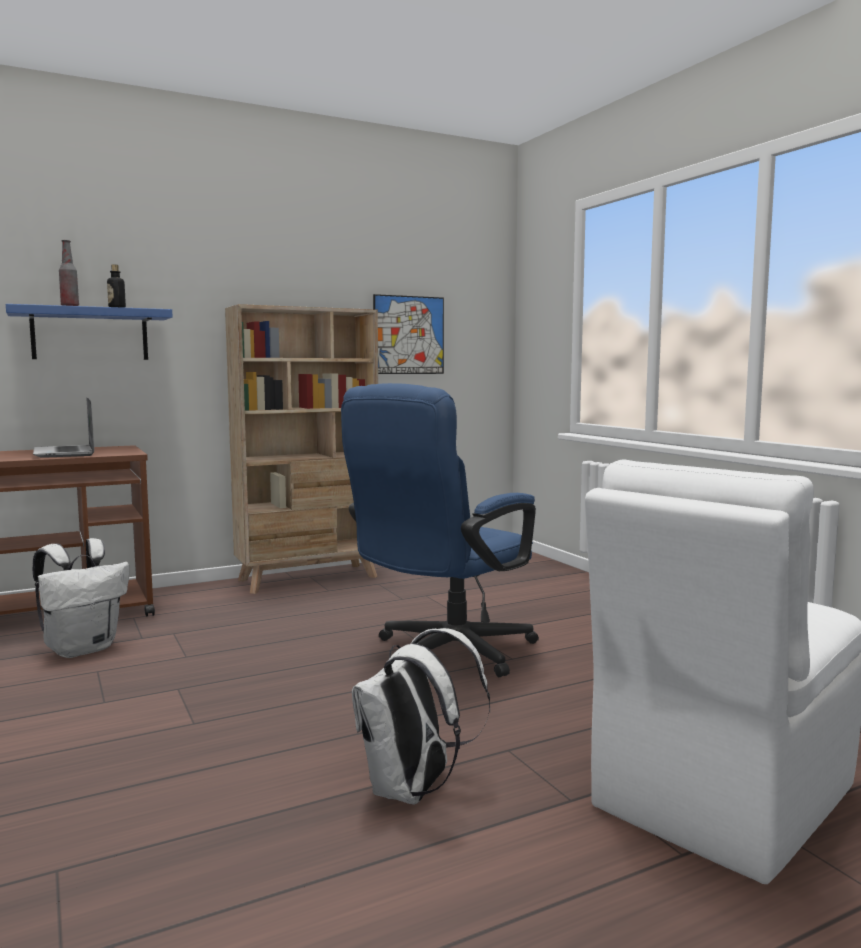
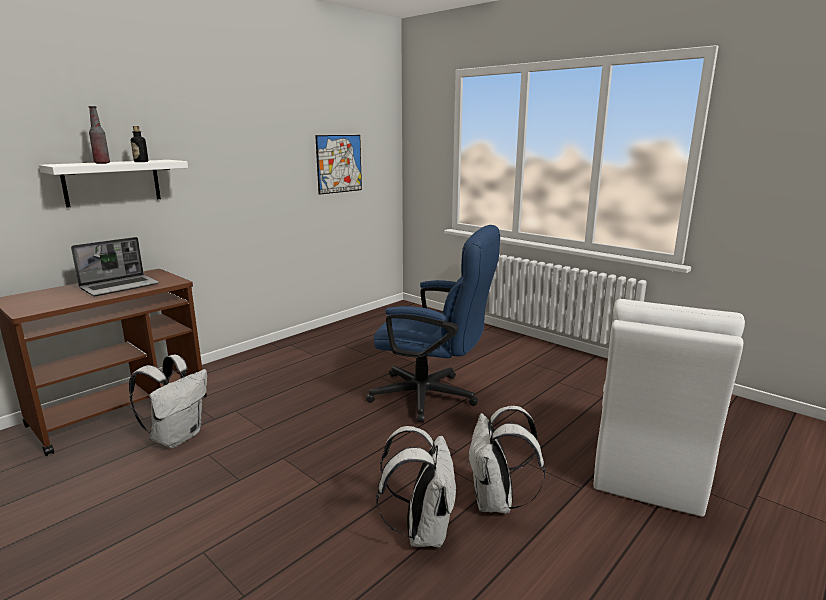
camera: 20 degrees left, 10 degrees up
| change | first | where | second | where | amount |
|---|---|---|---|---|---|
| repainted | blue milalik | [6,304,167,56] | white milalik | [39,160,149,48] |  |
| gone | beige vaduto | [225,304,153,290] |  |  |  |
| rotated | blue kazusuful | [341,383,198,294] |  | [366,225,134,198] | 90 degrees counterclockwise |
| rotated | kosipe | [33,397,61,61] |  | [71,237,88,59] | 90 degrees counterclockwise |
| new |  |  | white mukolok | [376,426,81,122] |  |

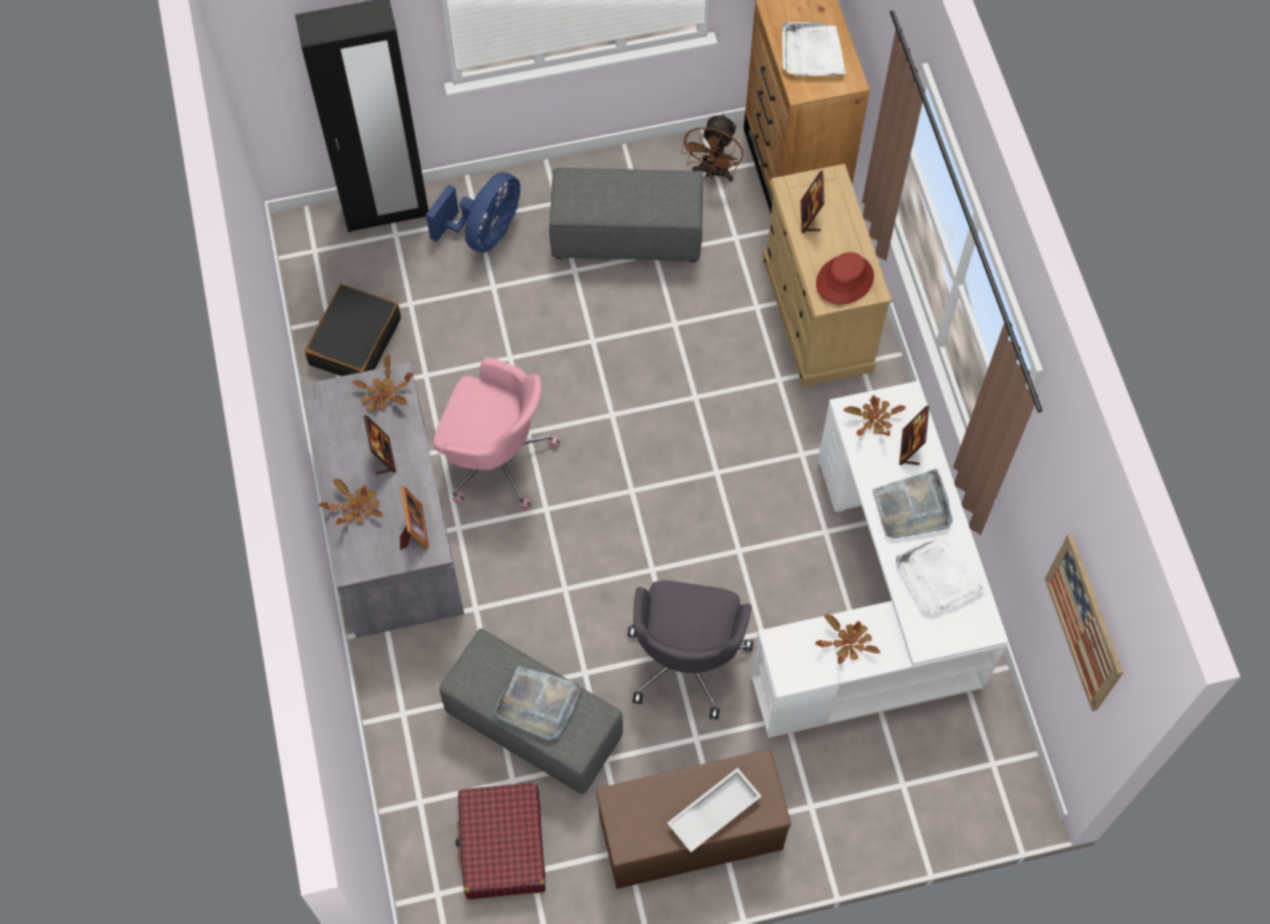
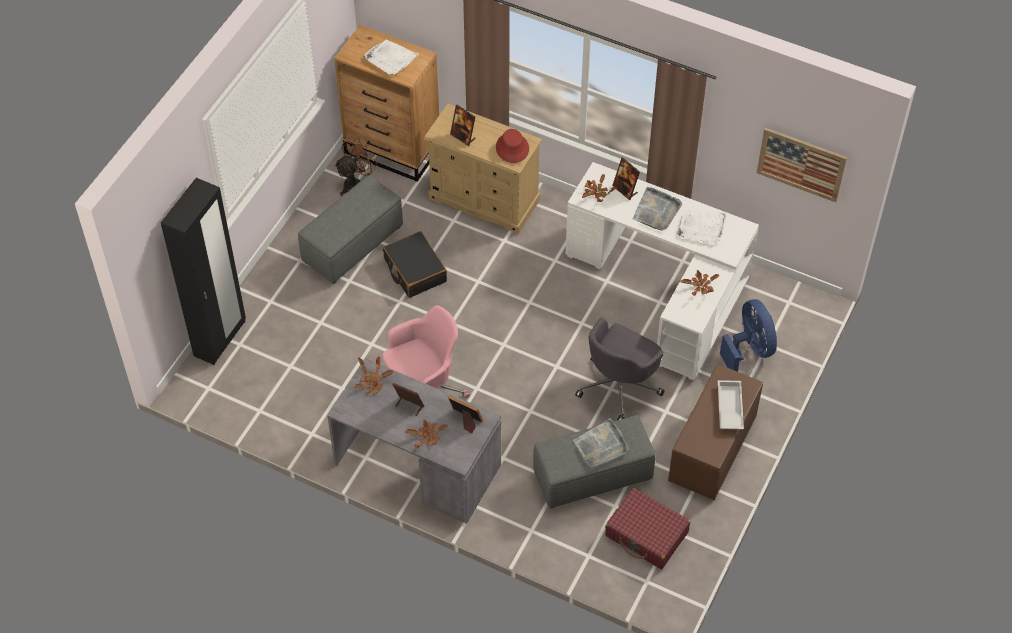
camera: 50 degrees left, 10 degrees down
| change | first | where | second | where | amount |
|---|---|---|---|---|---|
| rotated | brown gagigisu | [681,113,62,69] |  | [334,137,44,59] | 105 degrees counterclockwise |
| shifted | blue gagigisu | [426,172,94,81] |  | [720,299,57,73] |  |
| shifted | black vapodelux | [305,284,96,92] |  | [383,231,64,67] |  |
| rotated | grey kazusuful | [628,581,125,138] |  | [575,318,90,102] | 75 degrees clockwise |

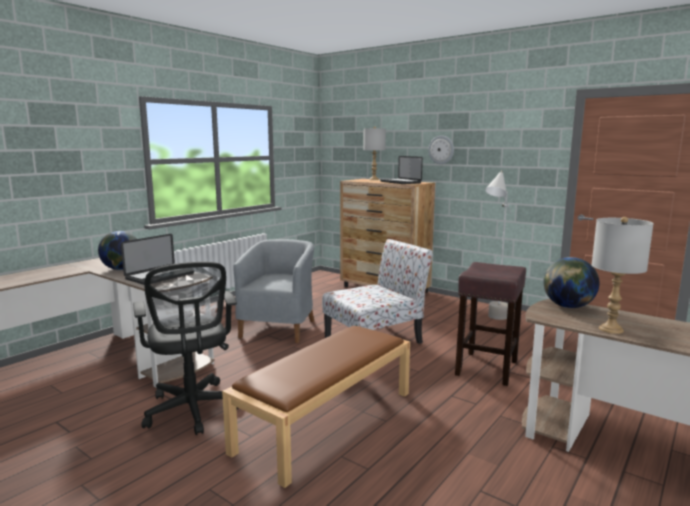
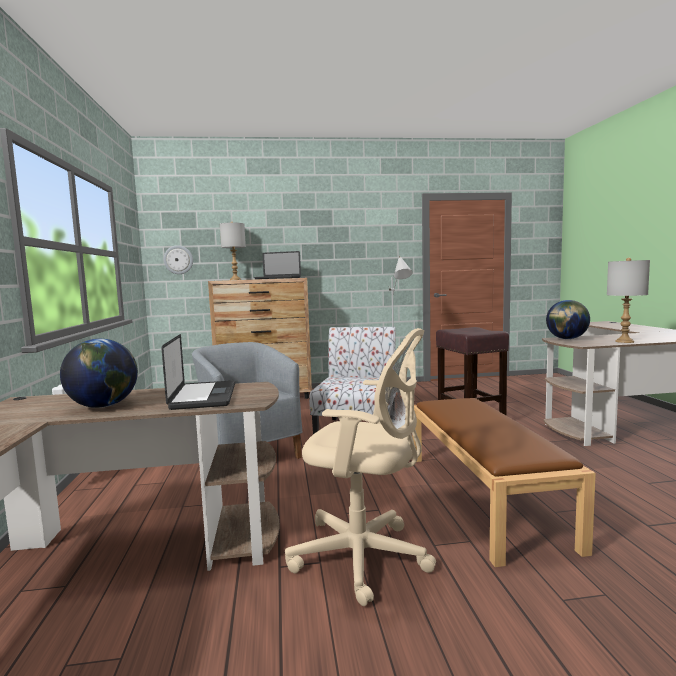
camera: 45 degrees left, 5 degrees down
| change | first | where | second | where | amount |
|---|---|---|---|---|---|
| shifted | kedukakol | [428,135,26,29] |  | [164,245,29,29] |  |
| repainted | black kazusuful | [133,262,106,173] | beige kazusuful | [285,328,151,278] |  |

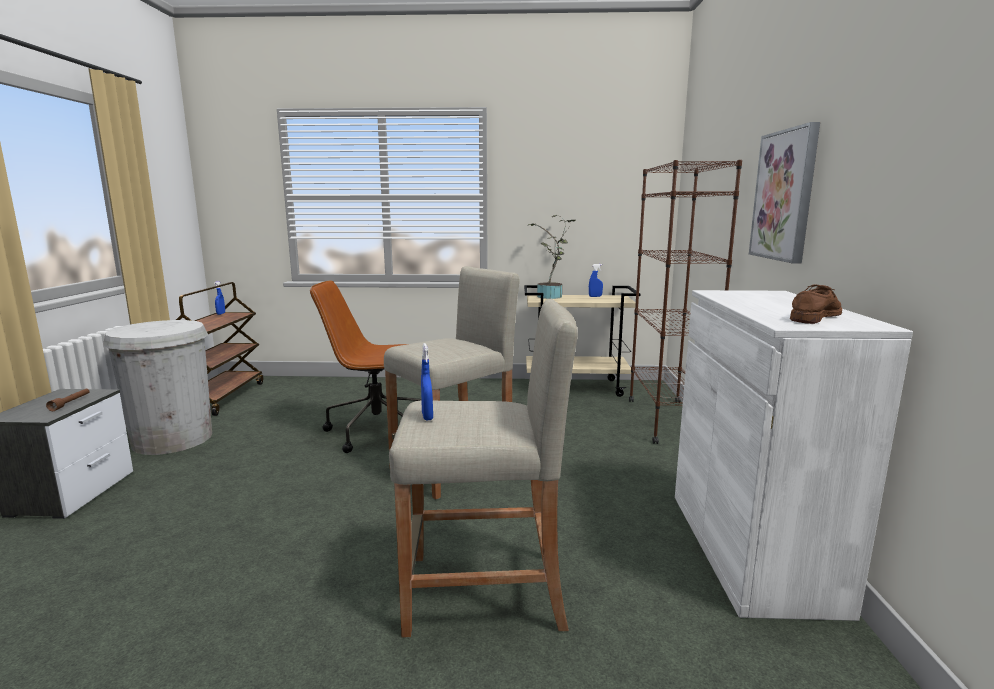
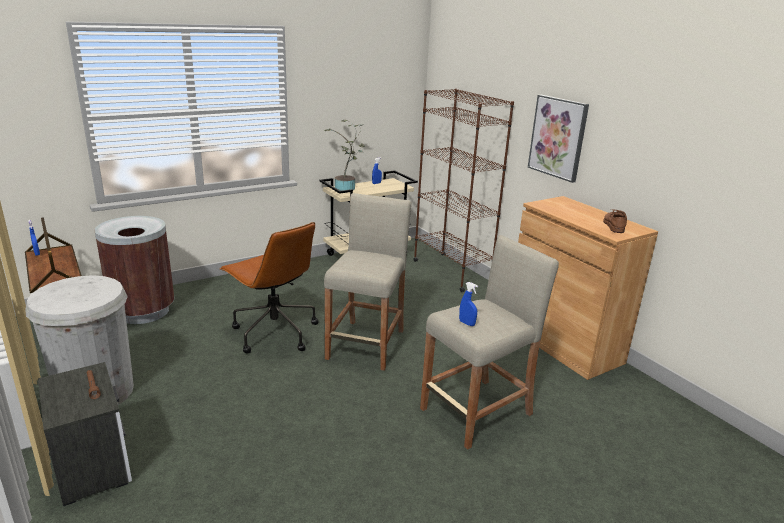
camera: 35 degrees left, 10 degrees up
| change | first | where | second | where | amount |
|---|---|---|---|---|---|
| rotated | brown kazusuful | [310,280,111,173] |  | [220,222,98,132] | 105 degrees counterclockwise |
| repainted | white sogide | [675,290,238,331] | brown sogide | [518,196,140,184] |  |
| new |  |  | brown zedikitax | [94,216,80,108] |  |

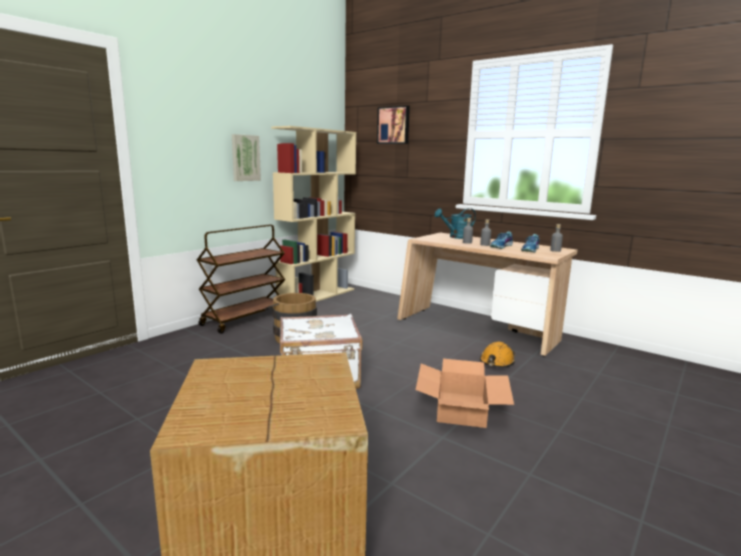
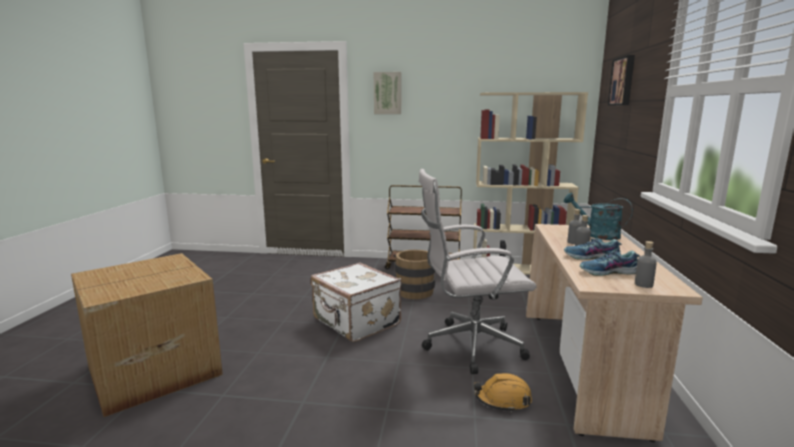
camera: 60 degrees right, 0 degrees up
| change | first | where | second | where | amount |
|---|---|---|---|---|---|
| shifted | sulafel | [232,134,29,47] |  | [374,72,27,42] |  |
| gone | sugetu | [416,359,98,69] |  |  |  |
| new |  |  | white kazusuful | [418,169,119,205] |  |

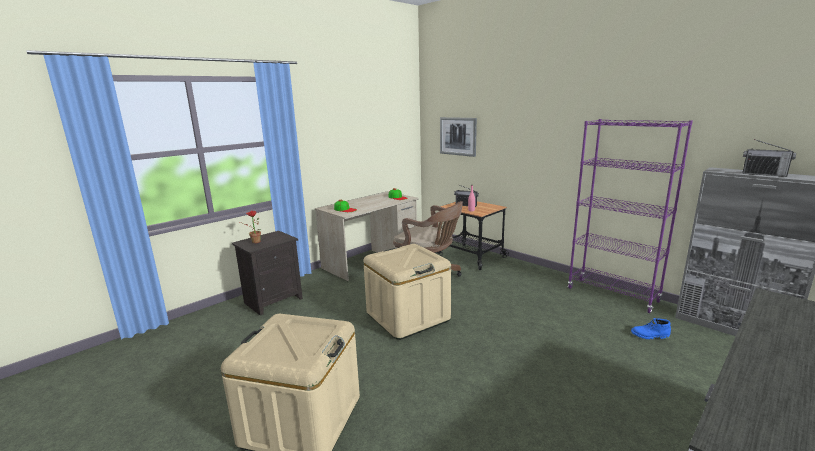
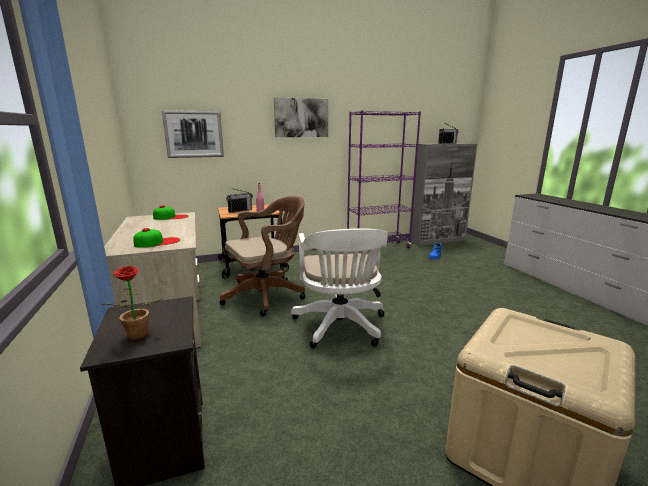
camera: 65 degrees left, 0 degrees up
| change | first | where | second | where | amount |
|---|---|---|---|---|---|
| swapped | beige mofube | [363,244,88,96] | white kazusuful | [291,228,97,120] |  |
| new |  |  | sulafel | [274,97,54,40] |  |

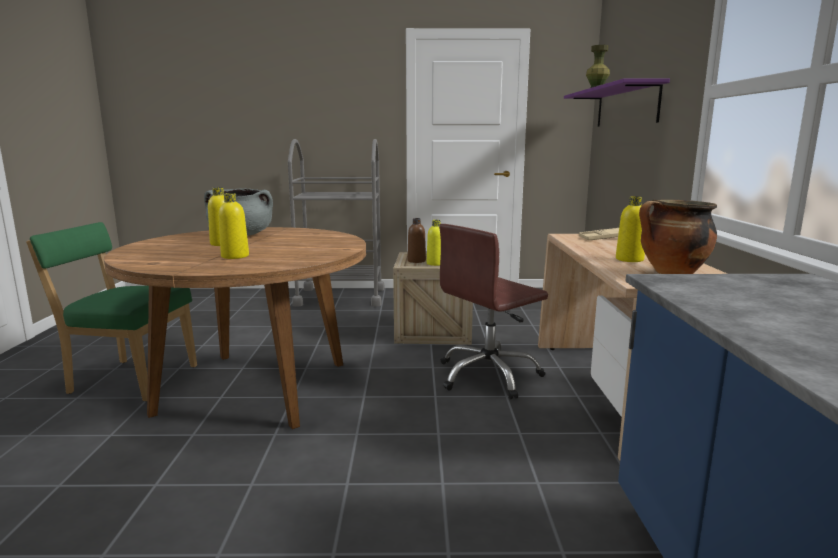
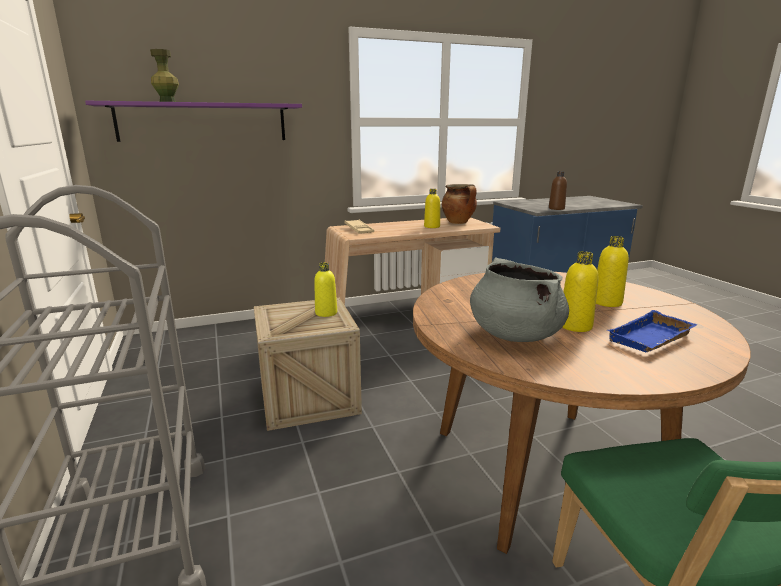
camera: 110 degrees left, 5 degrees up
| change | first | where | second | where | amount |
|---|---|---|---|---|---|
| shifted | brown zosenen | [407,218,19,45] |  | [549,171,18,39] |  |
| gone | brown kazusuful | [439,224,109,175] |  |  |  |
| new |  |  | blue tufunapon | [607,310,91,42] |  |

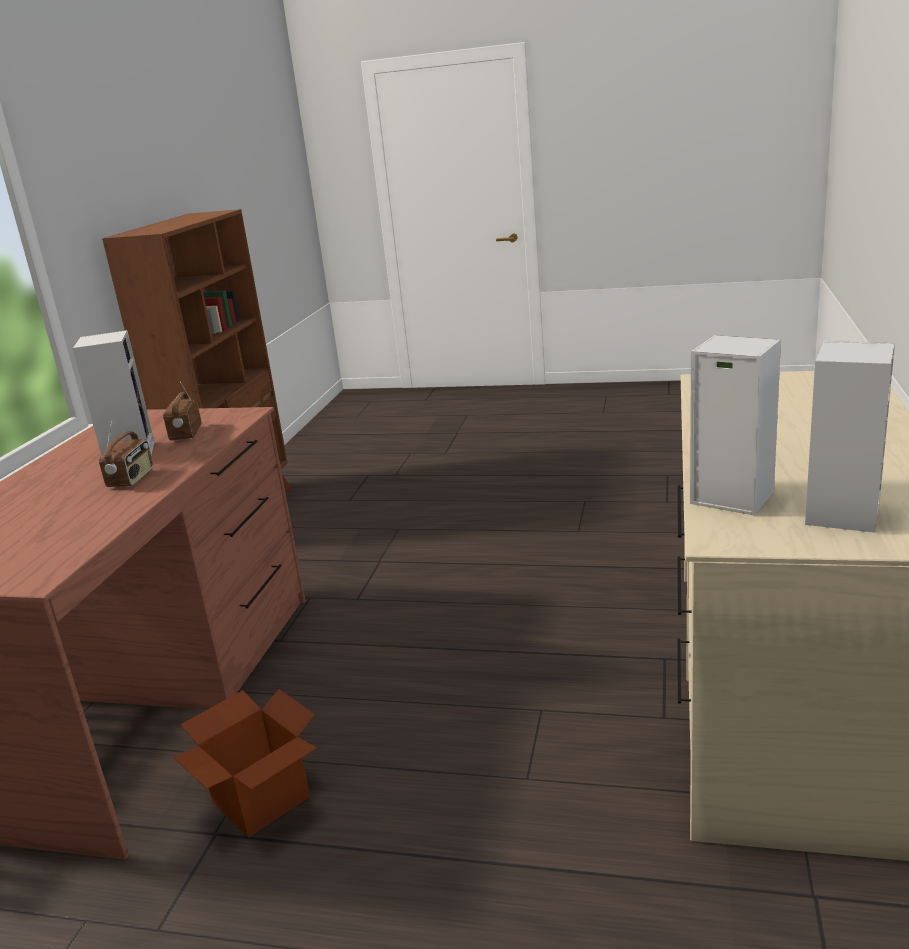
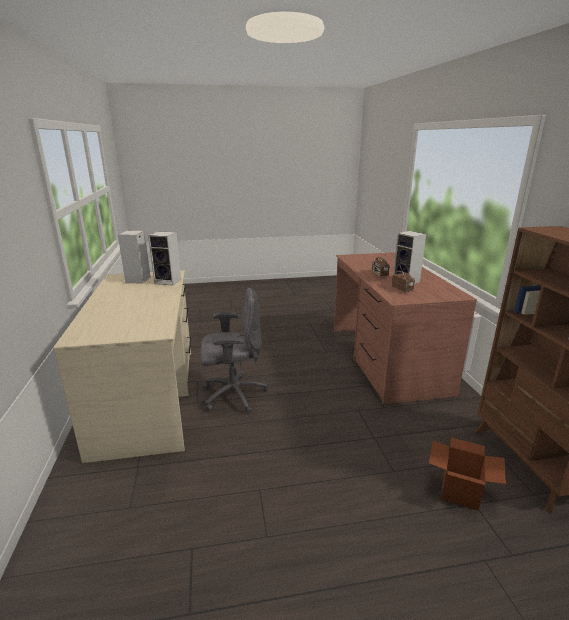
camera: 155 degrees right, 0 degrees up
| change | first | where | second | where | amount |
|---|---|---|---|---|---|
| shifted | sugetu | [173,689,144,148] |  | [429,438,77,72] |  |
| new |  |  | grey kazusuful | [201,288,67,125] |  |

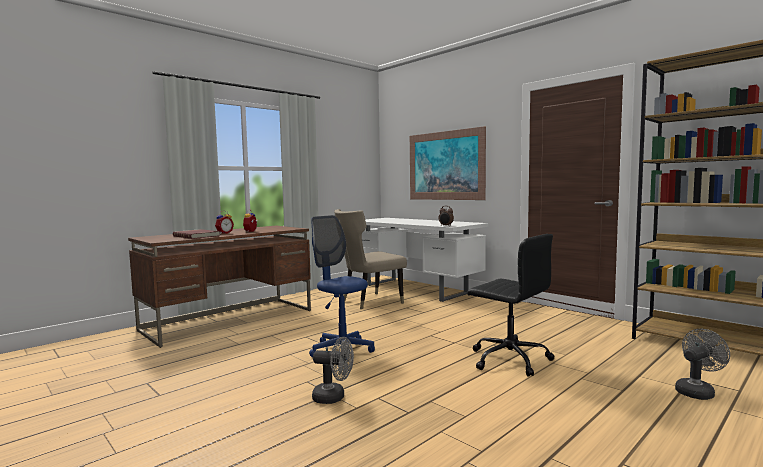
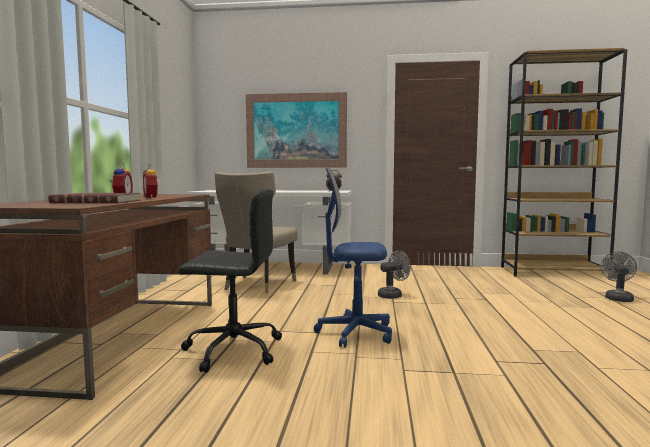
camera: 40 degrees left, 0 degrees up
| change | first | where | second | where | amount |
|---|---|---|---|---|---|
| shifted | black kazusuful | [467,234,88,143] |  | [179,189,103,184] |  |
| shifted | grey gagigisu | [312,337,42,67] |  | [378,250,33,49] |  |

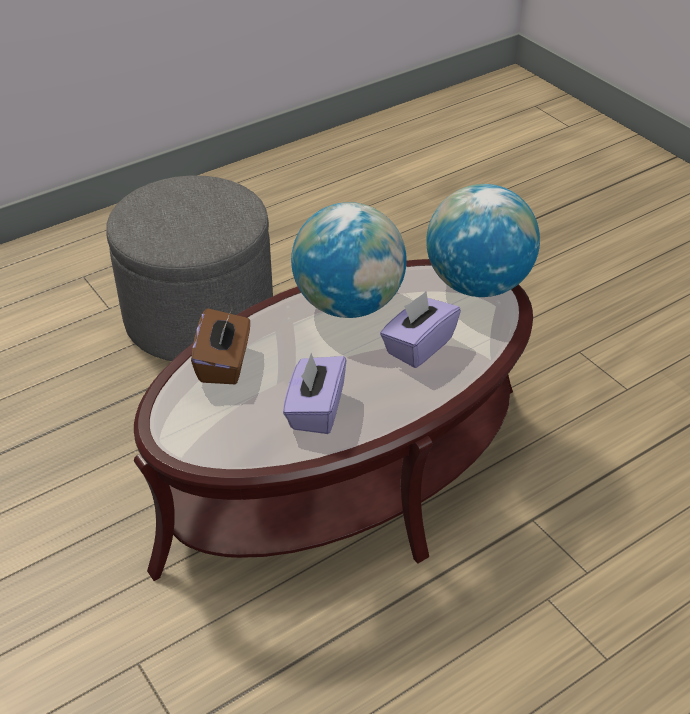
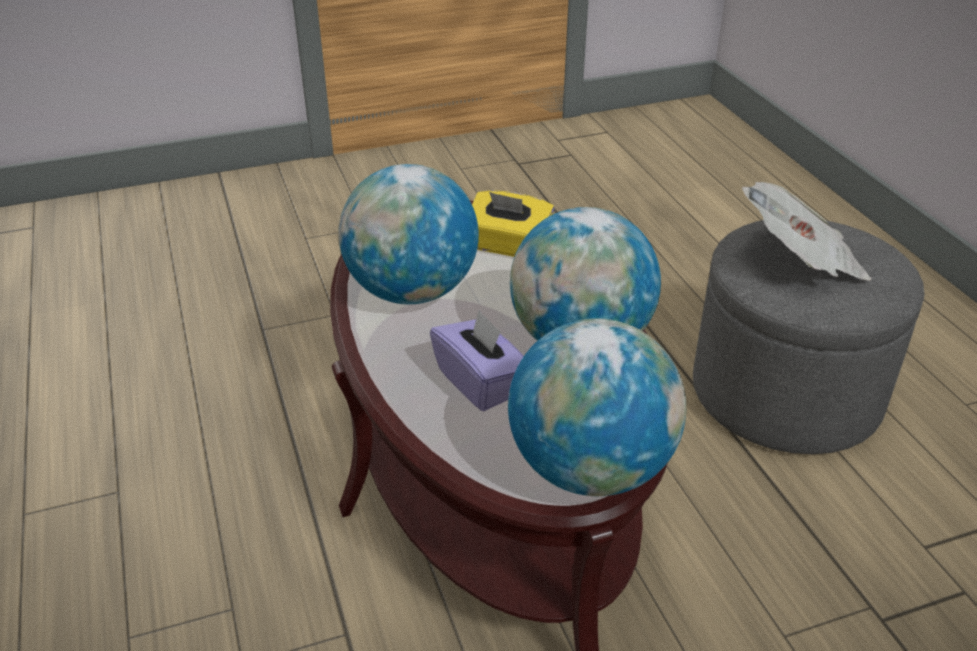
camera: 105 degrees right, 5 degrees down
| change | first | where | second | where | amount |
|---|---|---|---|---|---|
| repainted | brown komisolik | [191,308,59,76] | yellow komisolik | [472,190,82,67] |  |
| swapped | purple komisolik | [283,353,64,81] | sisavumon | [338,164,141,140] |  |
| new |  |  | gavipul | [742,182,130,99] |  |

